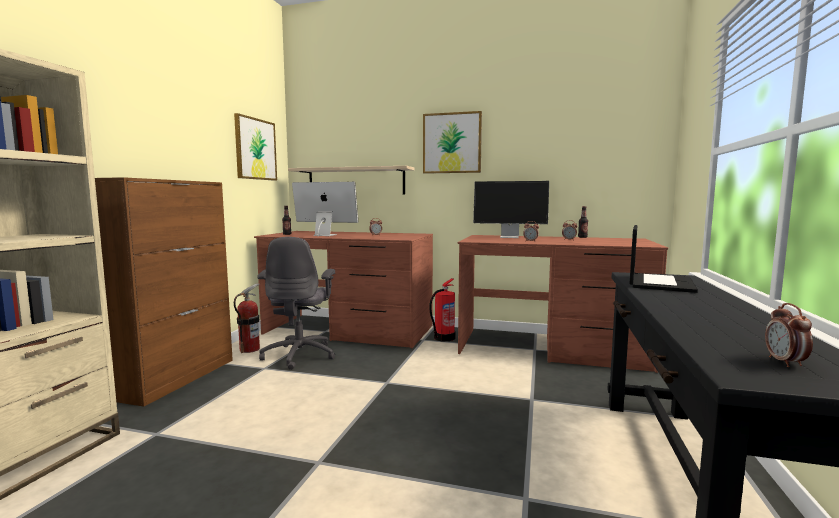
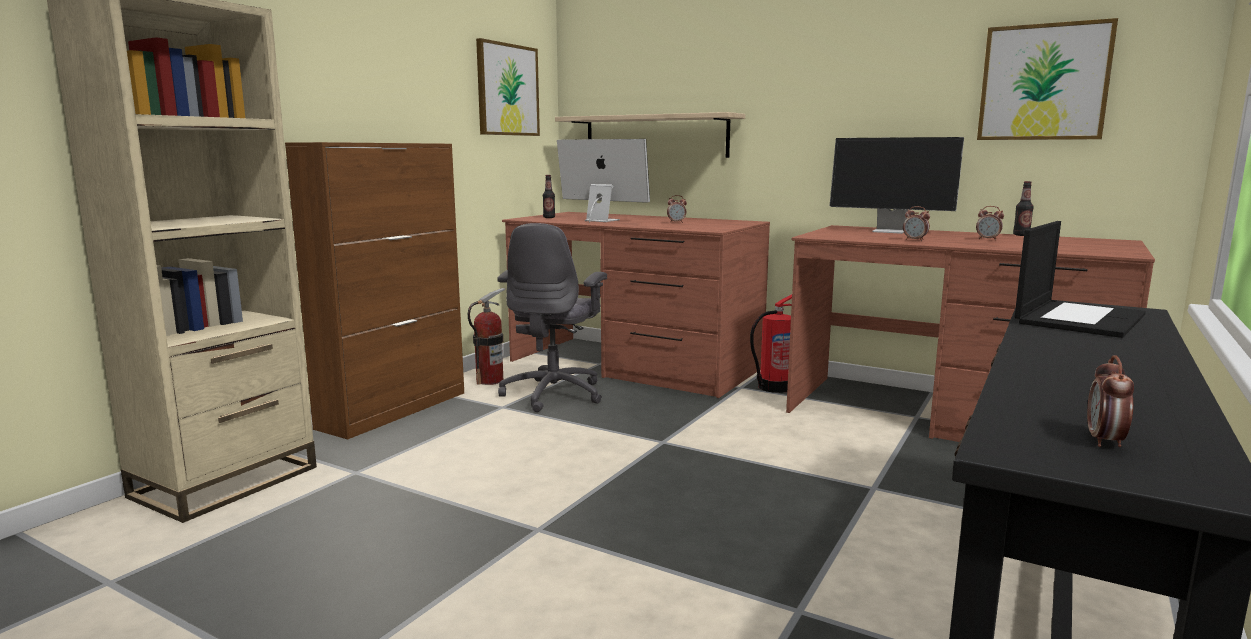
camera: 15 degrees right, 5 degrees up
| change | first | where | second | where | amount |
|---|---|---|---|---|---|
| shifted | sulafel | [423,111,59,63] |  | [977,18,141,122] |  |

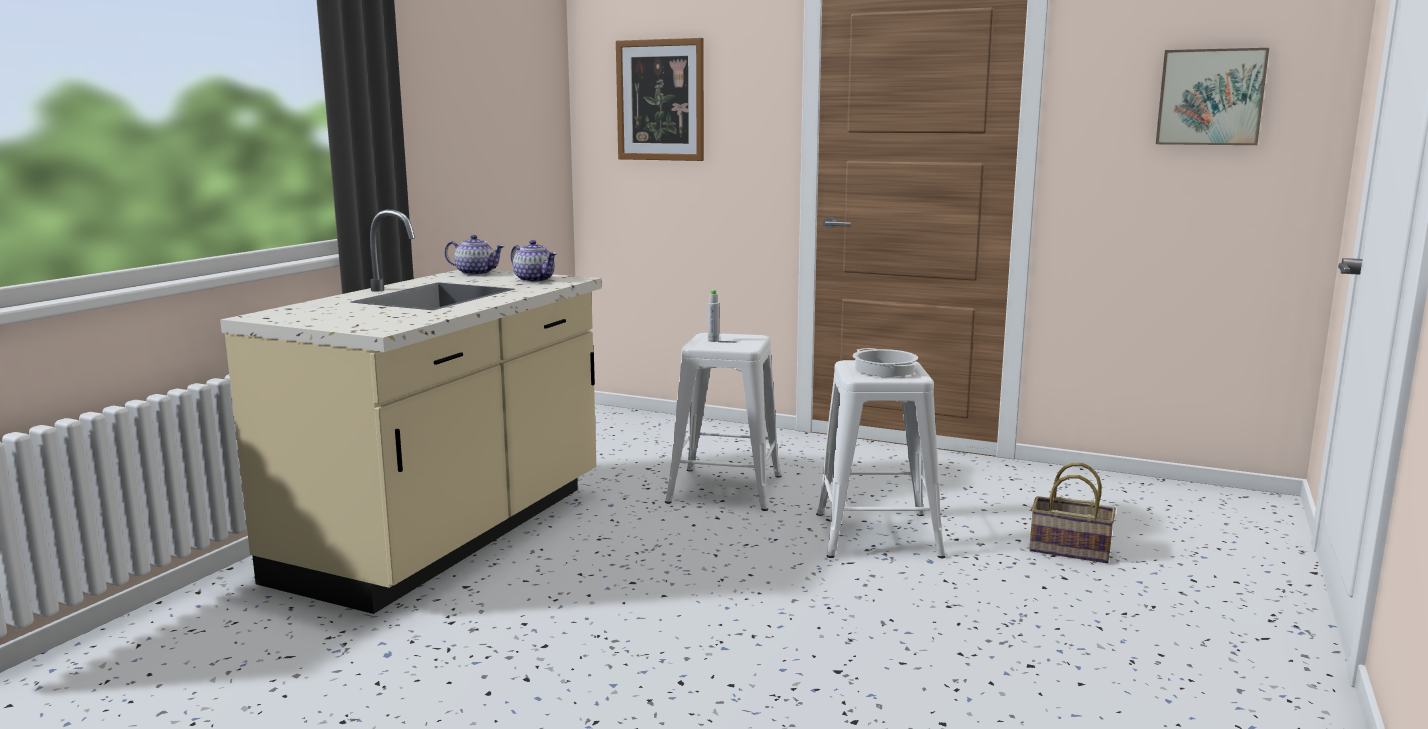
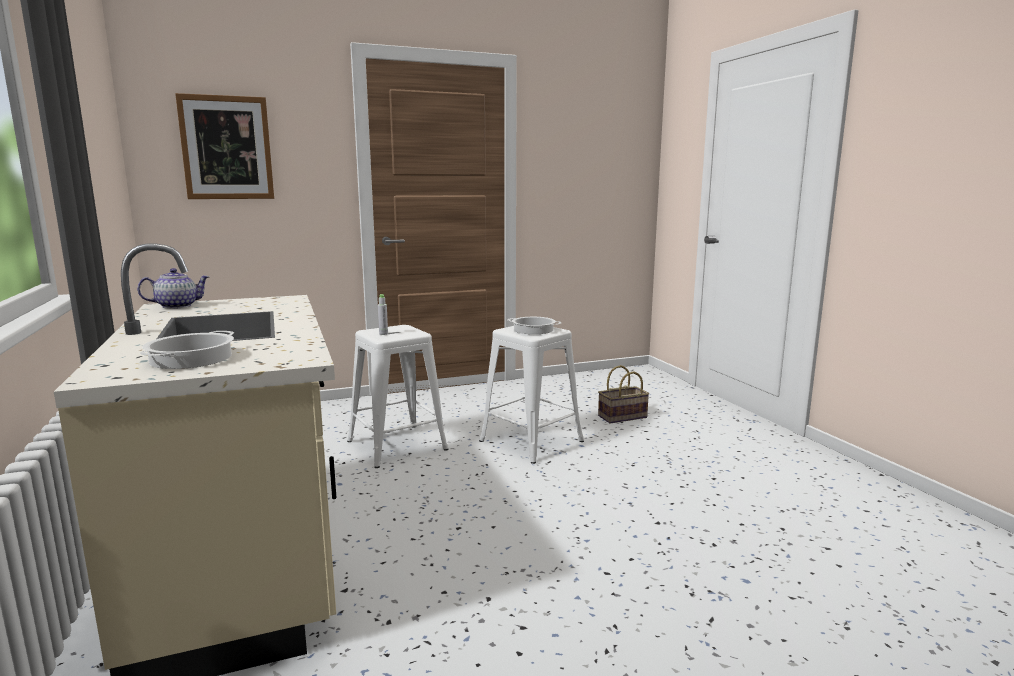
camera: 45 degrees left, 0 degrees up
| change | first | where | second | where | amount |
|---|---|---|---|---|---|
| gone | sulafel | [1156,48,113,97] |  |  |  |
| gone | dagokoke | [511,240,46,42] |  |  |  |
| new |  |  | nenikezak | [140,331,95,38] |  |

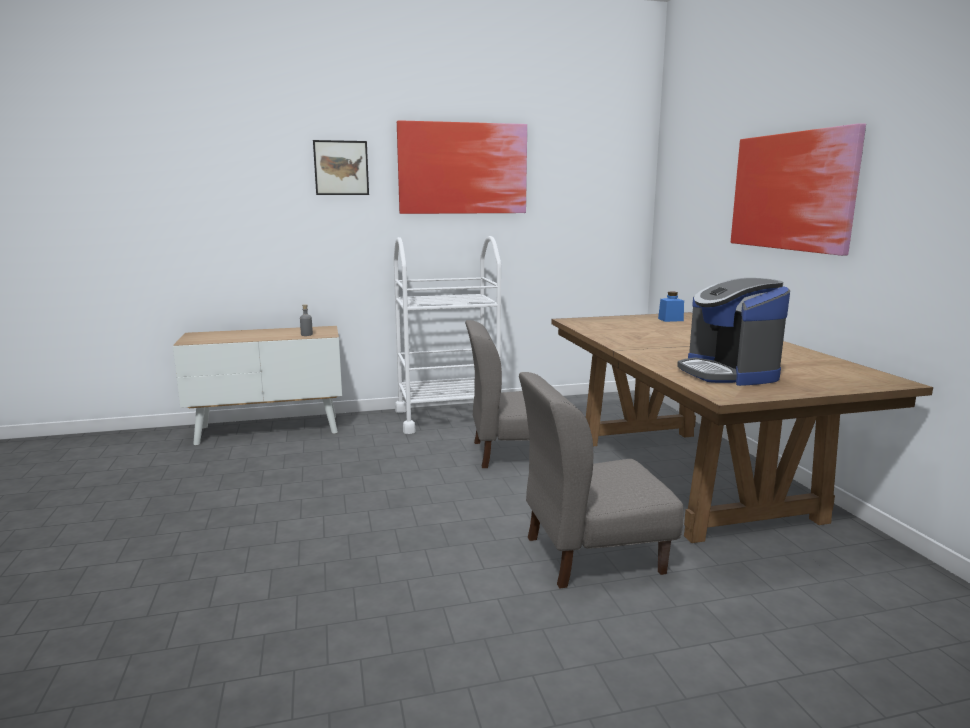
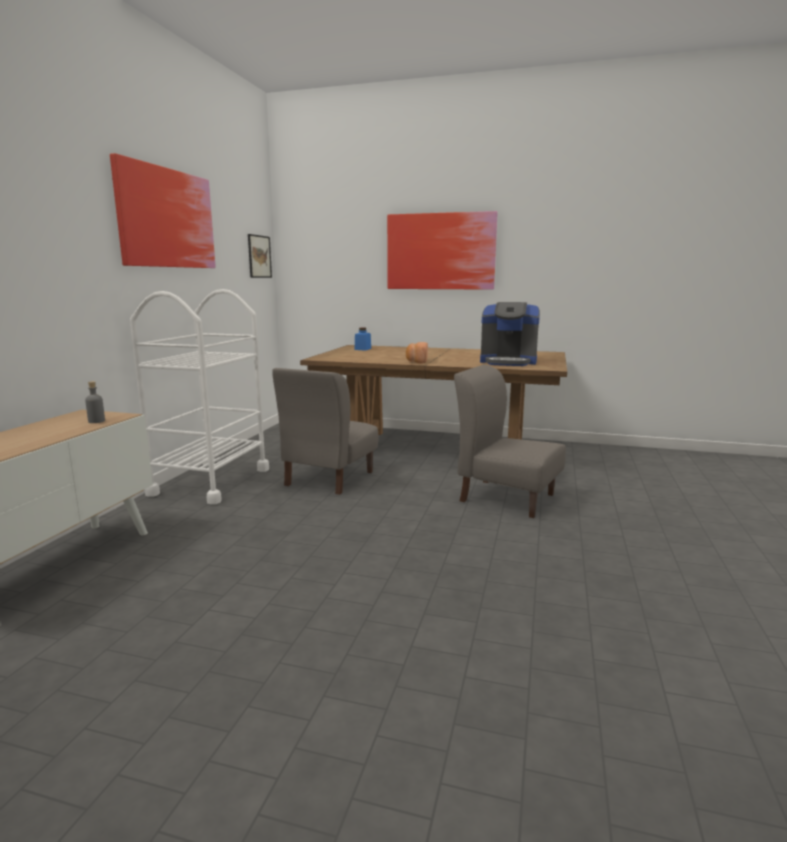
camera: 60 degrees left, 0 degrees up
| change | first | where | second | where | amount |
|---|---|---|---|---|---|
| shifted | sulafel | [313,140,56,55] |  | [248,234,24,44] |  |
| rotated | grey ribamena | [519,372,165,217] |  | [454,365,112,153] | 105 degrees clockwise |
| new |  |  | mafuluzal | [406,342,22,22] |  |

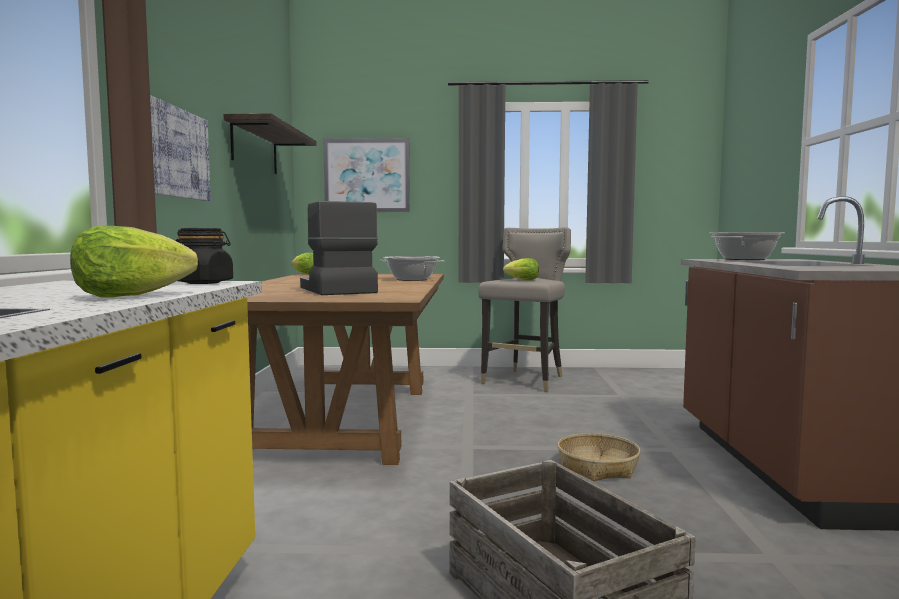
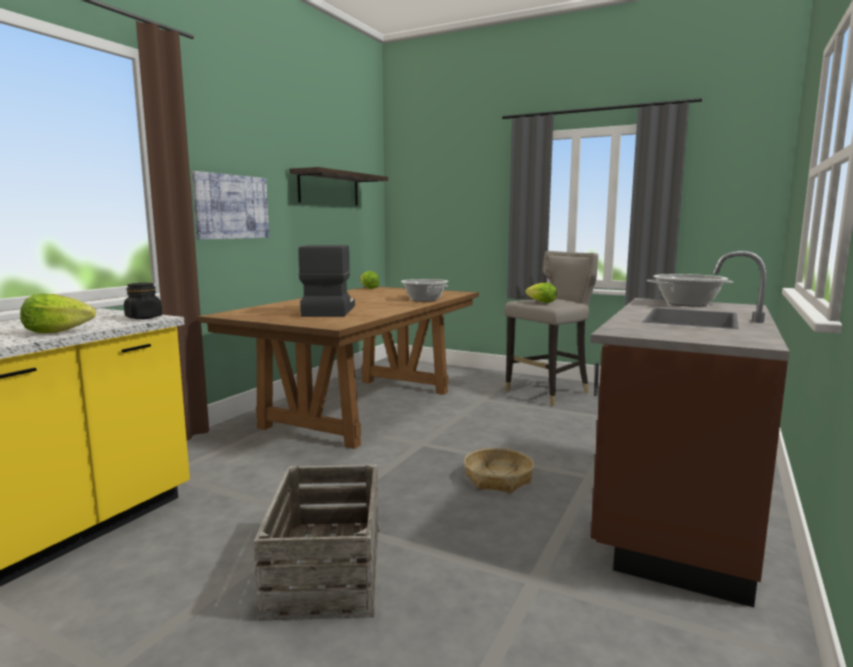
camera: 25 degrees right, 5 degrees up
| change | first | where | second | where | amount |
|---|---|---|---|---|---|
| gone | sulafel | [323,138,87,74] |  |  |  |

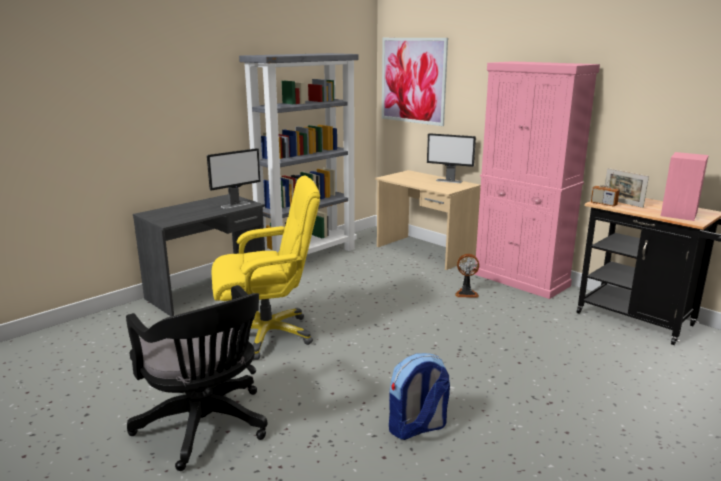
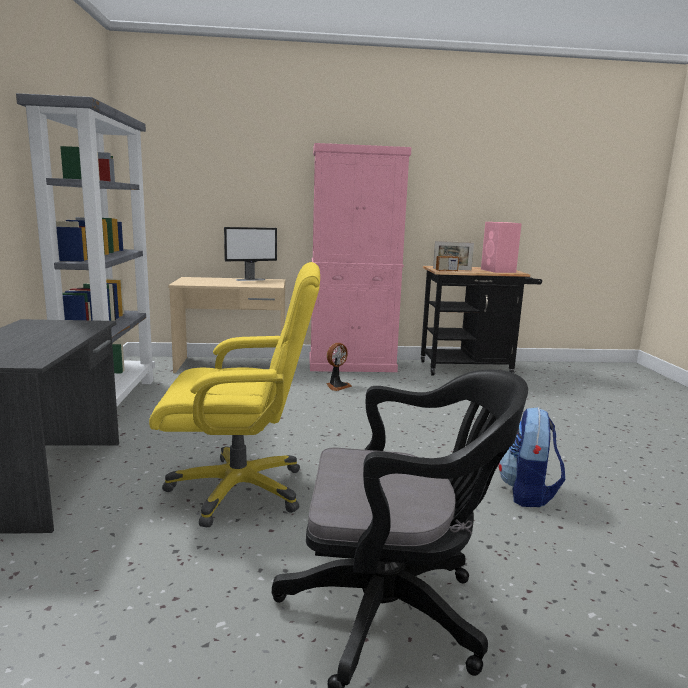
camera: 50 degrees left, 5 degrees down
| change | first | where | second | where | amount |
|---|---|---|---|---|---|
| gone | sulafel | [382,38,66,88] |  |  |  |
| gone | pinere | [207,148,53,61] |  |  |  |
| rotated | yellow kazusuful | [211,175,109,185] |  | [149,262,171,266] | 60 degrees clockwise |

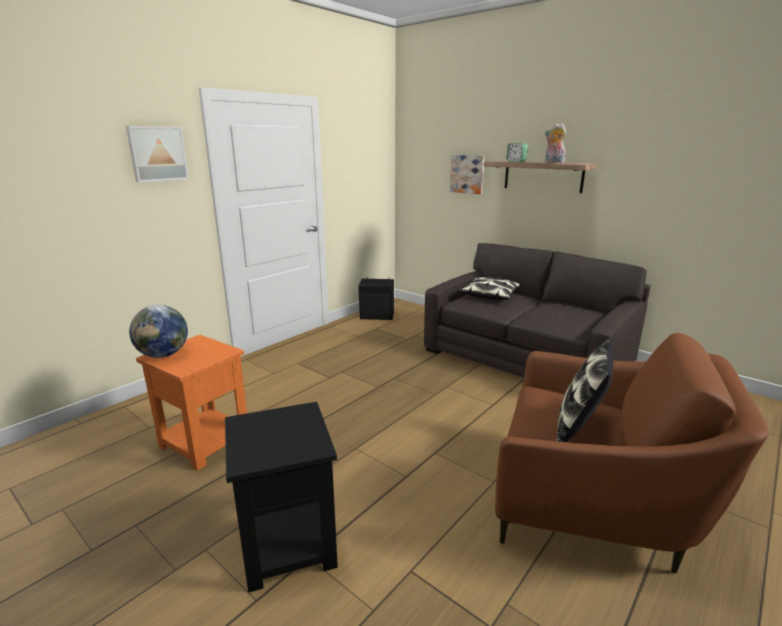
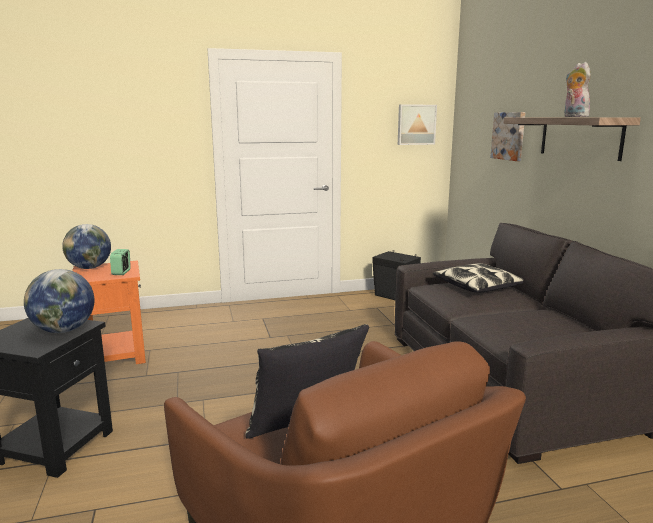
camera: 35 degrees right, 5 degrees down
| change | first | where | second | where | amount |
|---|---|---|---|---|---|
| shifted | sulafel | [126,126,63,56] |  | [398,104,39,41] |  |
| shifted | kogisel | [506,143,22,19] |  | [110,249,21,26] |  |
| new |  |  | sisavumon | [24,269,70,64] |  |

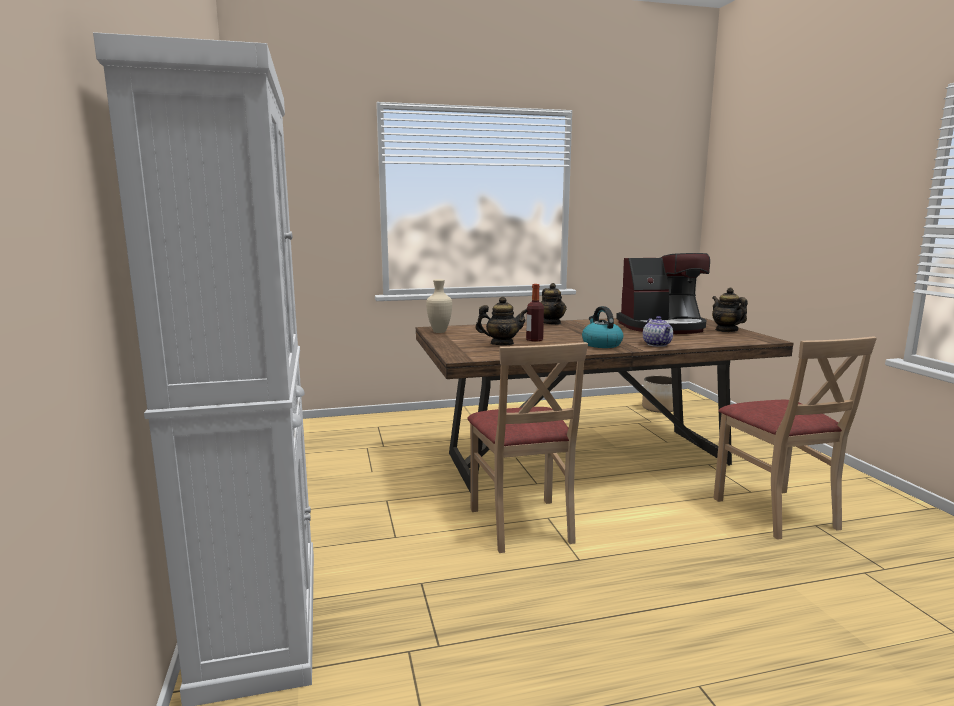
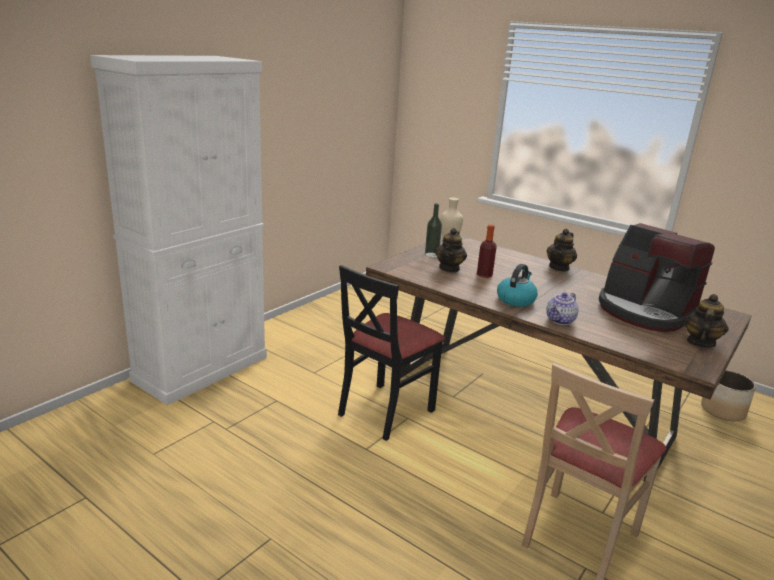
camera: 50 degrees right, 10 degrees up
| change | first | where | second | where | amount |
|---|---|---|---|---|---|
| rotated | dagokoke | [475,296,53,49] |  | [435,228,32,44] | 60 degrees clockwise |
| repainted | beige ribamena | [467,342,121,211] | black ribamena | [338,265,107,176] |  |
| new |  |  | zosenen | [425,204,17,54] |  |

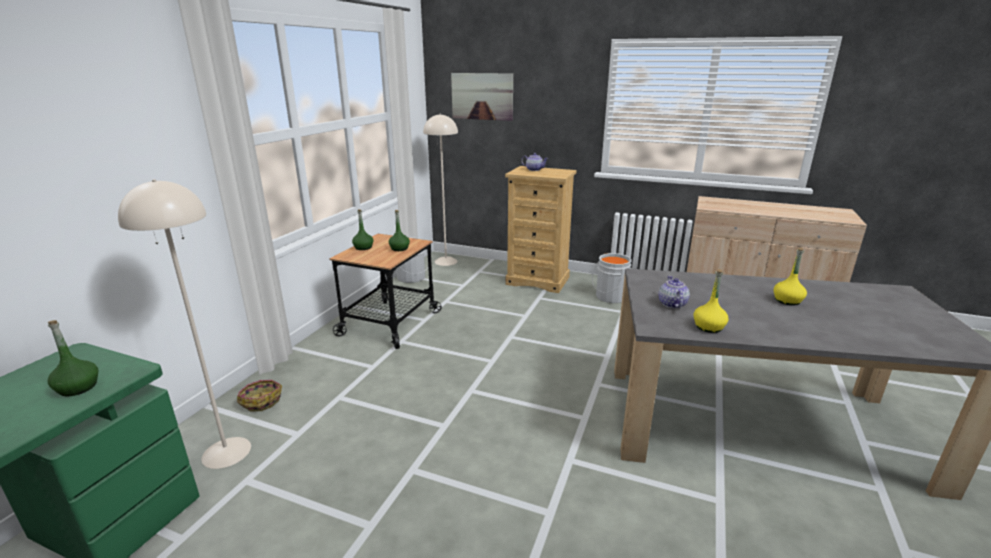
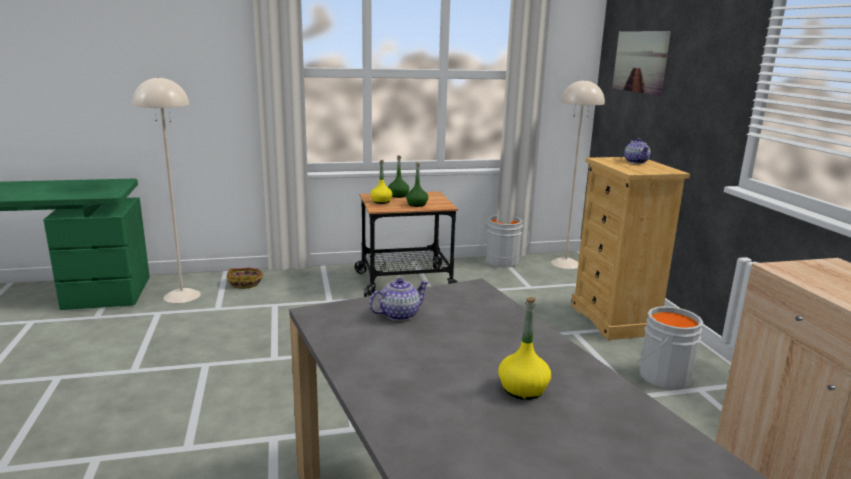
camera: 55 degrees right, 5 degrees down
| change | first | where | second | where | amount |
|---|---|---|---|---|---|
| shifted | yellow zosenen | [694,269,35,64] |  | [370,160,23,44] |  |
| gone | green zosenen | [47,320,51,76] |  |  |  |

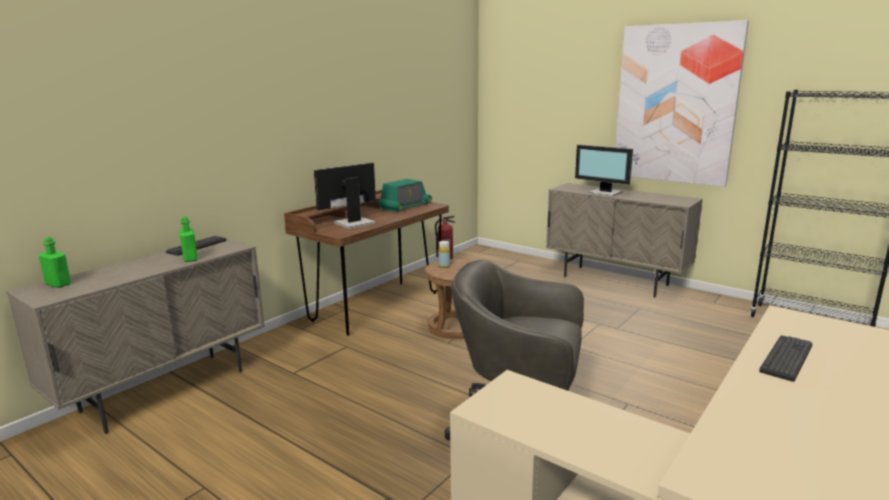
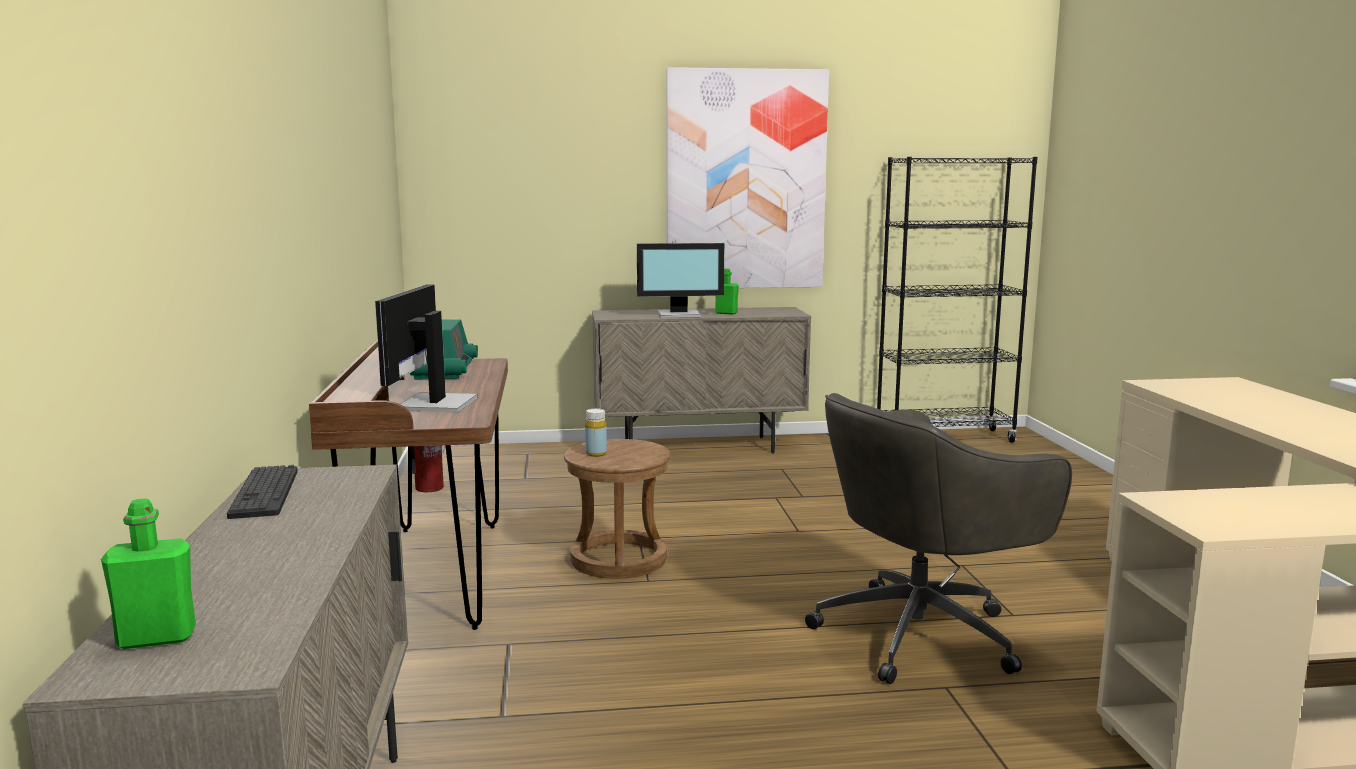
camera: 45 degrees left, 5 degrees down
| change | first | where | second | where | amount |
|---|---|---|---|---|---|
| shifted | green zosenen | [179,216,19,46] |  | [715,268,24,47] |  |
| gone | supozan | [759,335,54,47] |  |  |  |

